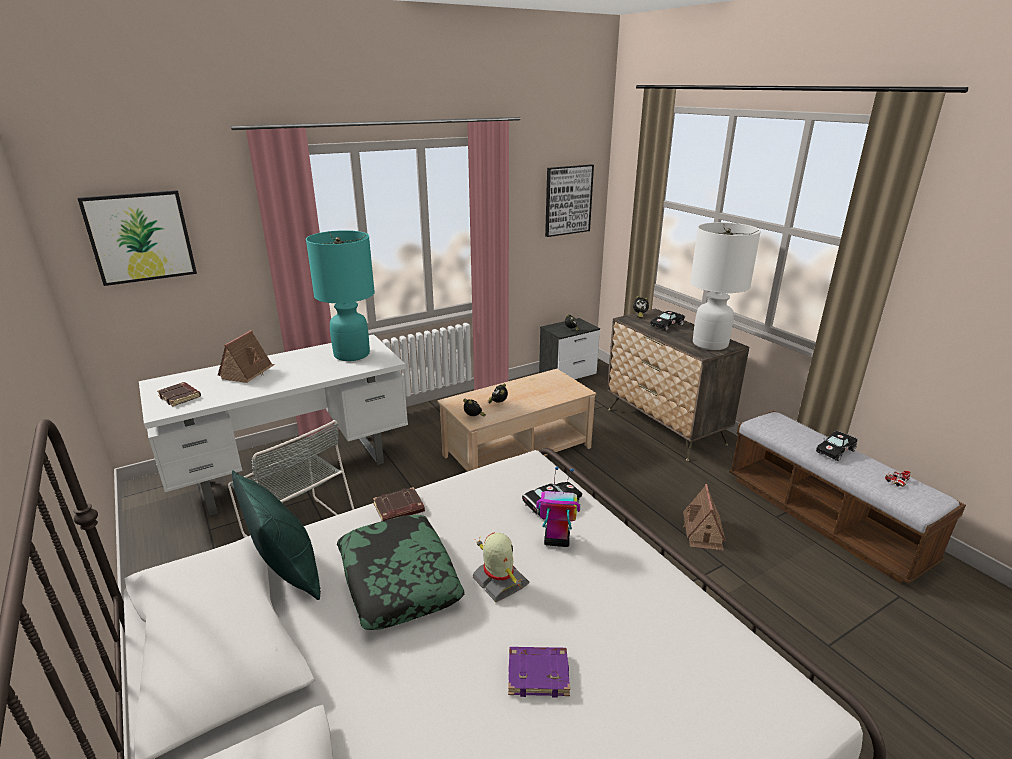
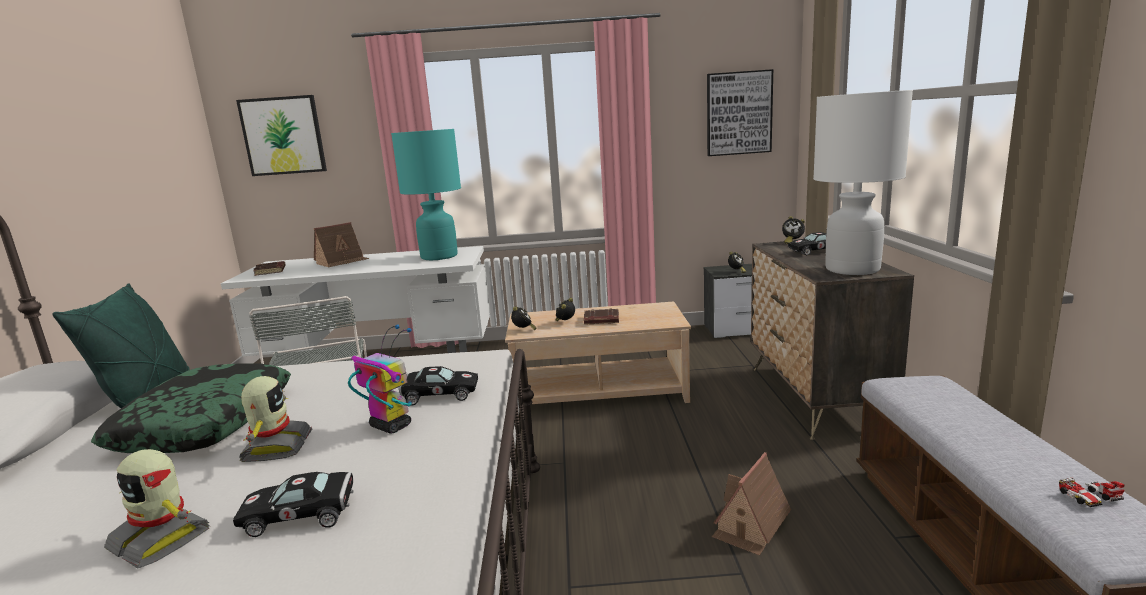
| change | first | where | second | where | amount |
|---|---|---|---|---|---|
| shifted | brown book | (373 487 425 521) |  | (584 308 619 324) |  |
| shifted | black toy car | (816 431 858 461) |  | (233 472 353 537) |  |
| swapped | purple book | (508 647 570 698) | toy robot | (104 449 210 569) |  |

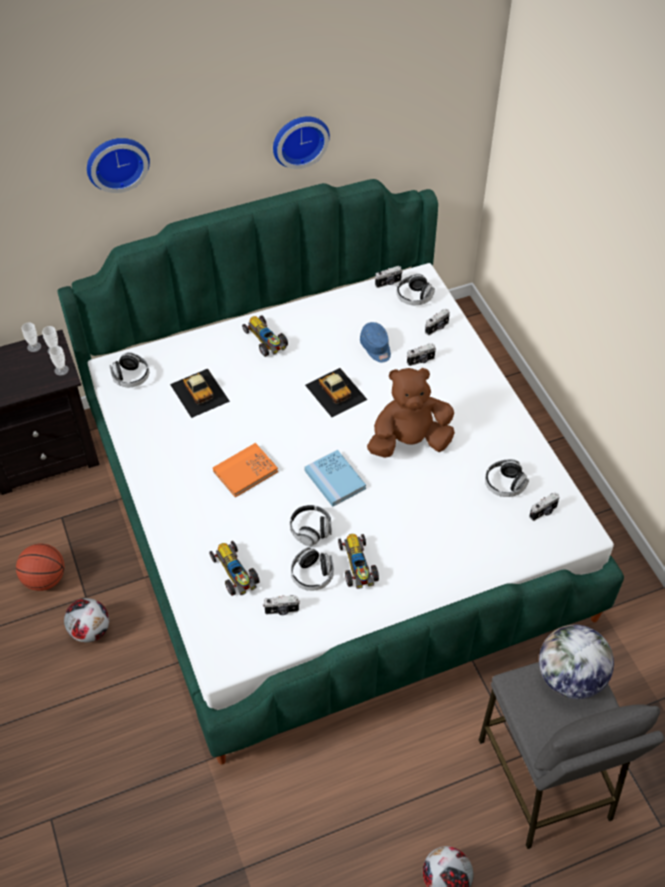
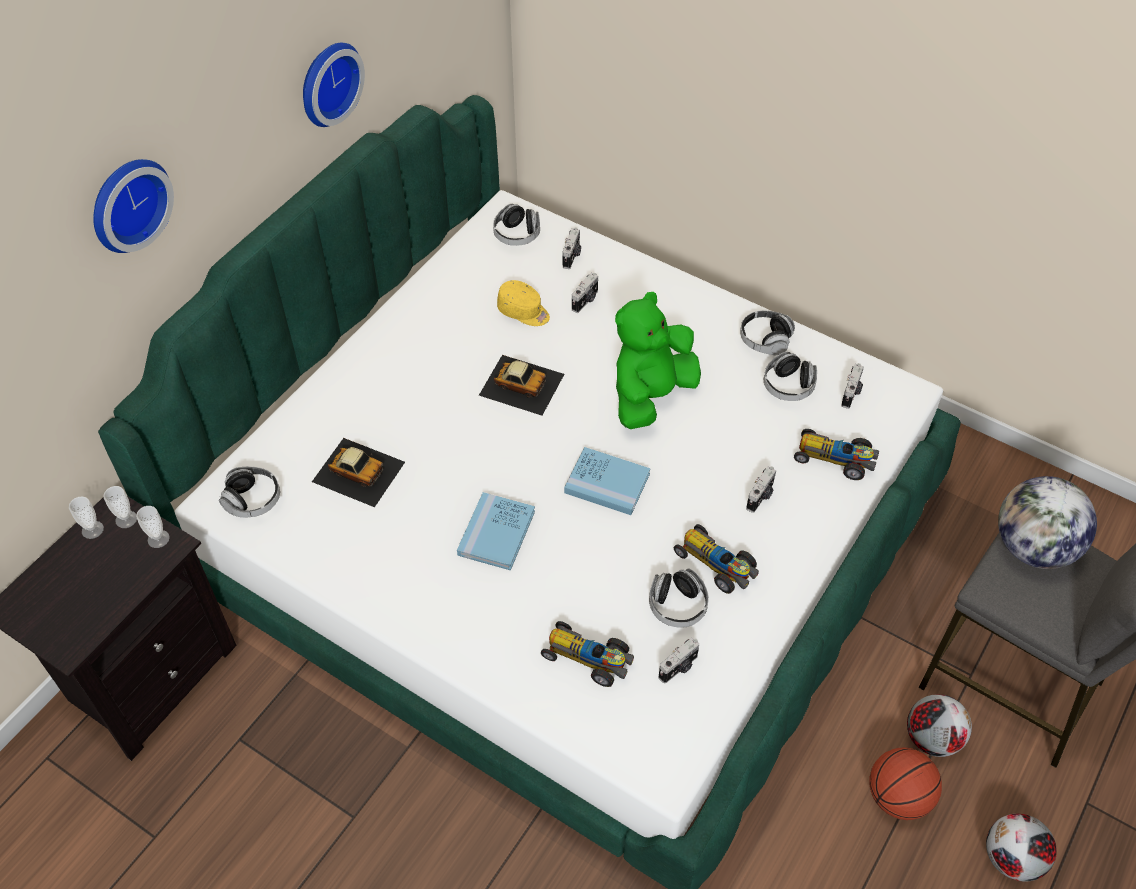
| change | first | where | second | where | amount |
|---|---|---|---|---|---|
| shifted | basketball | (16 544 65 591) |  | (869 748 942 820) |  |
| shifted | football | (64 598 109 643) |  | (907 694 972 757) |  |
| shifted | toy car | (242 315 288 357) |  | (794 429 879 480) |  |
| shifted | headphones | (290 505 331 546) |  | (740 310 795 355) |  |
| shifted | photo camera | (375 266 402 288) |  | (746 466 777 513) |  |
| repainted | orange book | (213 443 278 497) | blue book | (457 492 535 571) |  |
| repainted | blue cap | (360 322 391 362) | yellow cap | (497 280 550 326) |  |
| repainted | brown plush toy | (367 368 455 458) | green plush toy | (615 292 701 429) |  |

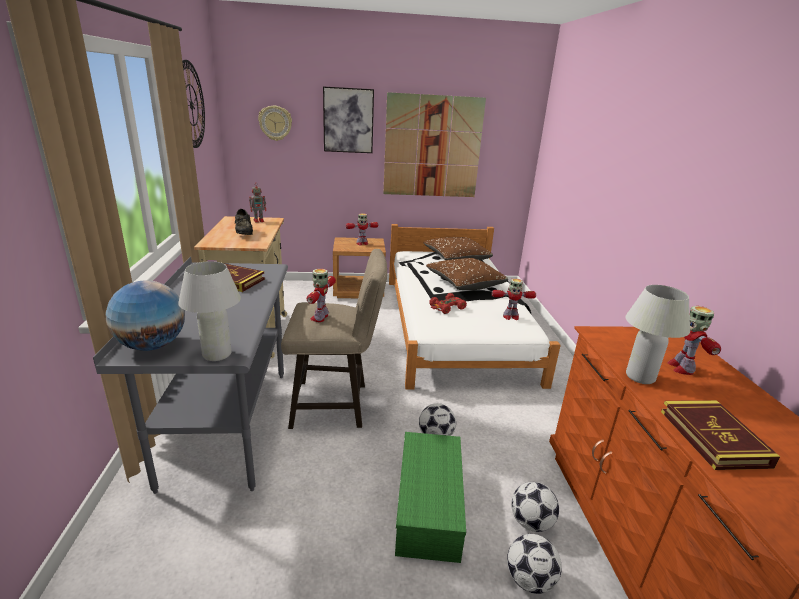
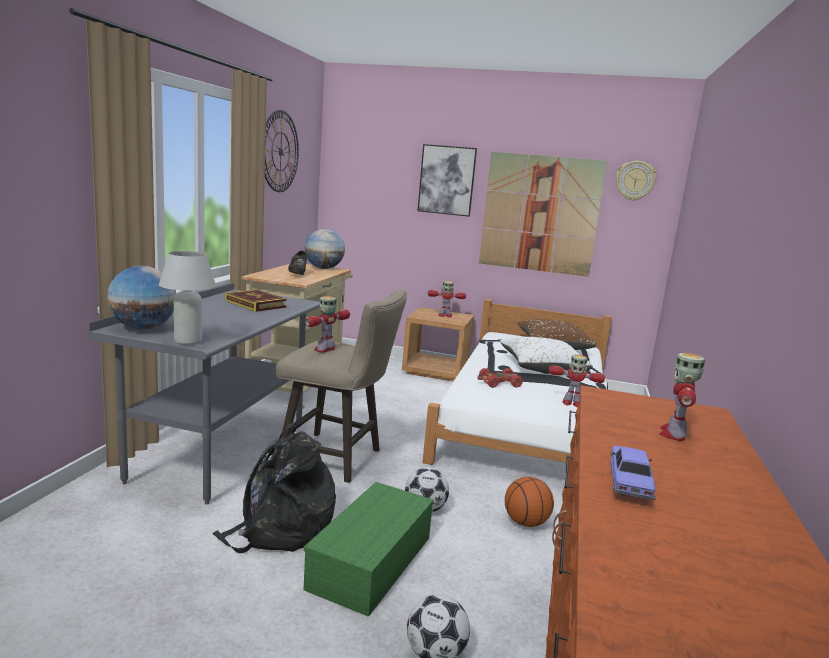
| change | first | where | second | where | amount |
|---|---|---|---|---|---|
| gone | football | (511 482 559 532) |  |  |  |
| gone | white table lamp | (626 285 690 384) |  |  |  |
| new |  |  | black backpack | (212 423 336 553) |  |
| new |  |  | basketball | (505 477 554 527) |  |
| shifted | wall clock | (258 106 292 141) |  | (616 161 657 201) |  |
| swapped | toy robot | (249 185 266 223) | globe | (305 229 345 269) |  |
| swapped | book | (661 400 780 470) | toy car | (610 446 656 500) |  |
| repainted | brown pillow | (426 258 508 290) | white pillow | (500 337 593 374) |  |

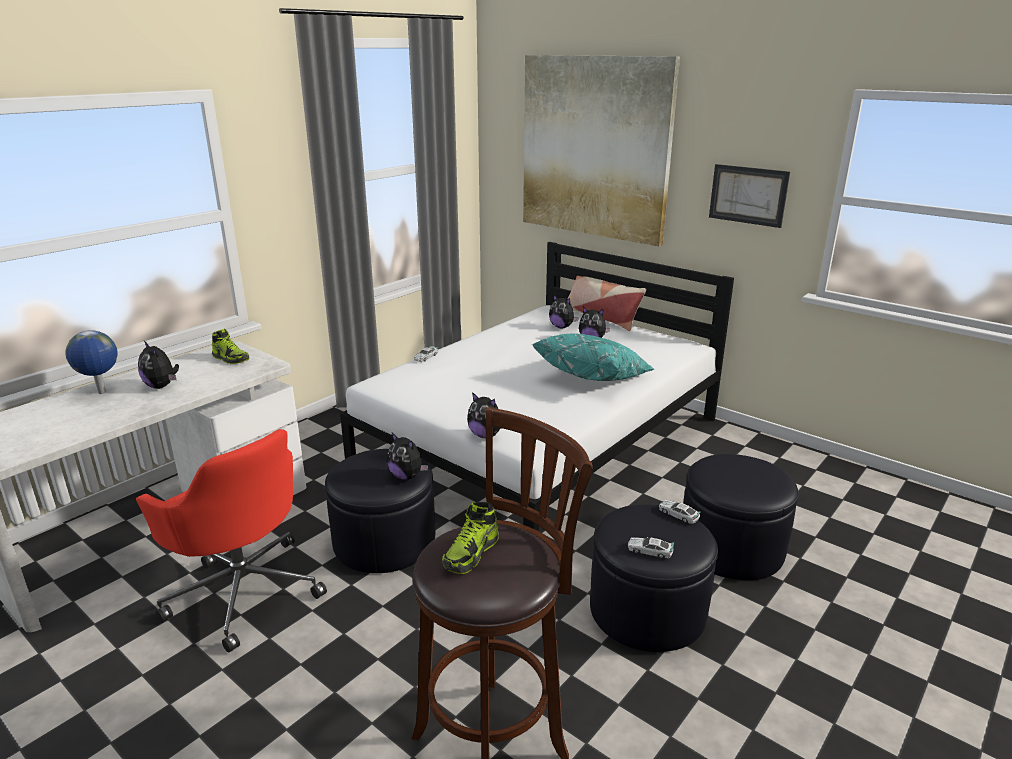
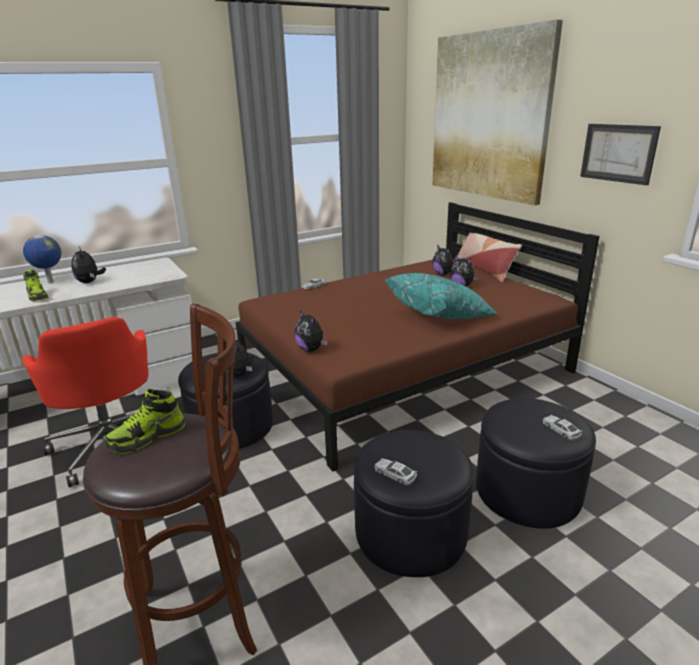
| change | first | where | second | where | amount |
|---|---|---|---|---|---|
| shifted | shoe | (212 328 249 364) |  | (23 270 49 301) |  |
| shifted | toy car | (659 500 701 524) |  | (543 415 583 440) |  |
| repainted | white bed | (340 242 734 531) | brown bed | (235 202 600 472) |  |

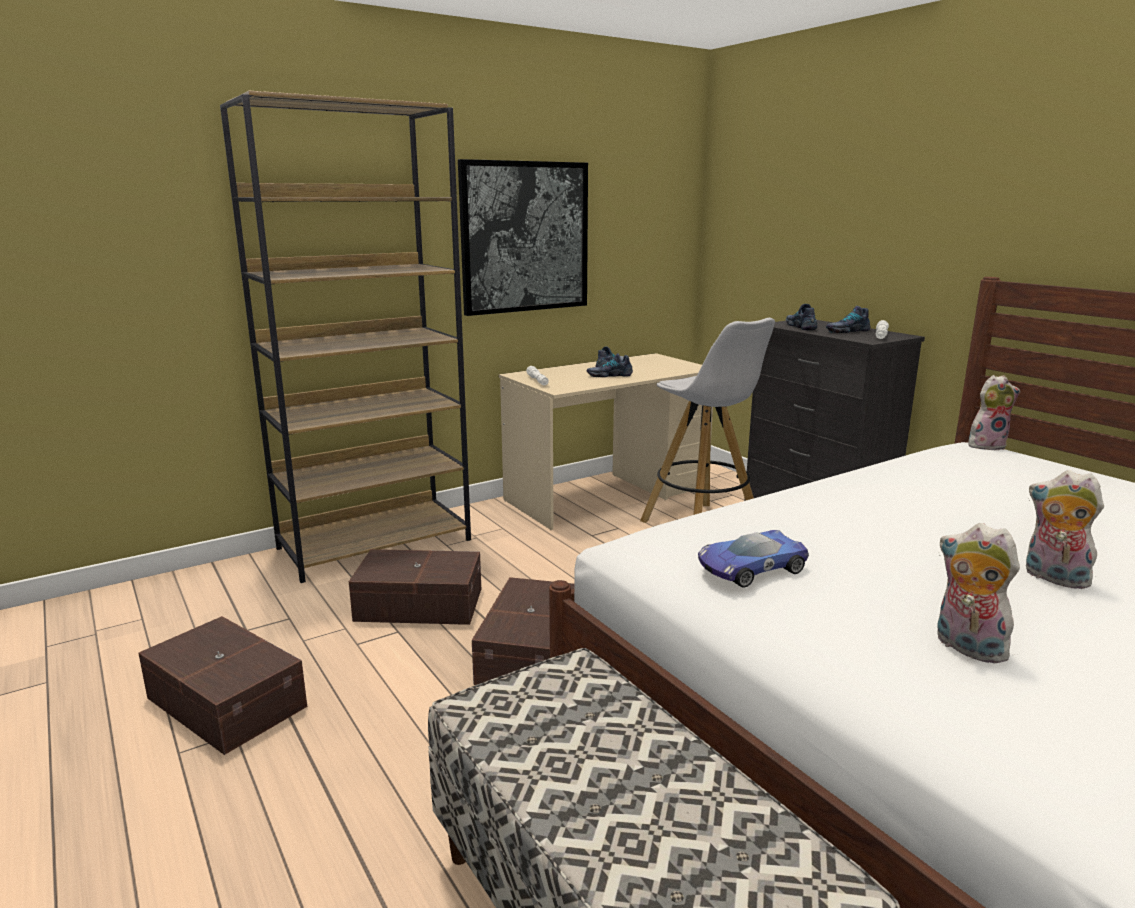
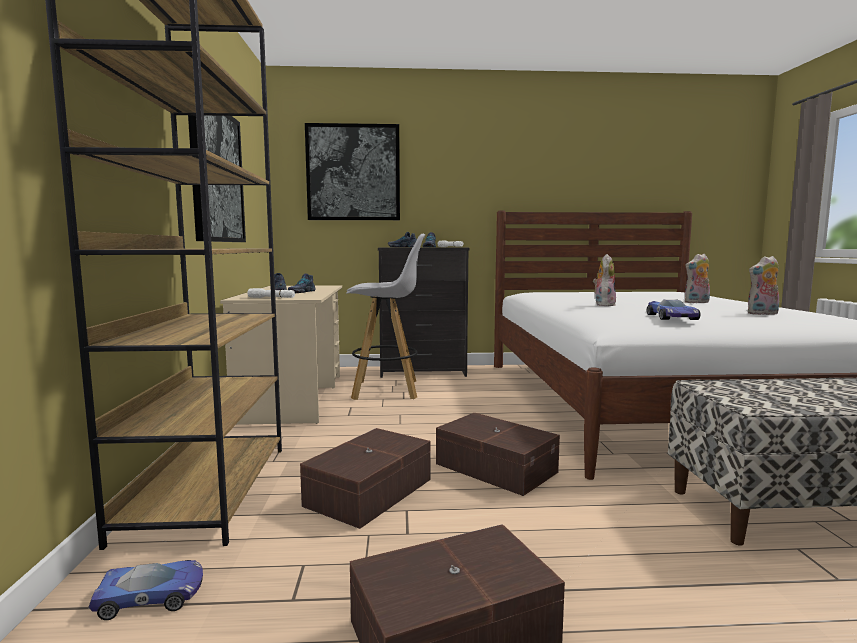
| change | first | where | second | where | amount |
|---|---|---|---|---|---|
| new |  |  | toy car | (89 560 203 620) |  |
| new |  |  | picture | (305 123 400 220) |  |
| shifted | plush toy | (968 375 1020 451) |  | (593 254 616 306) |  |

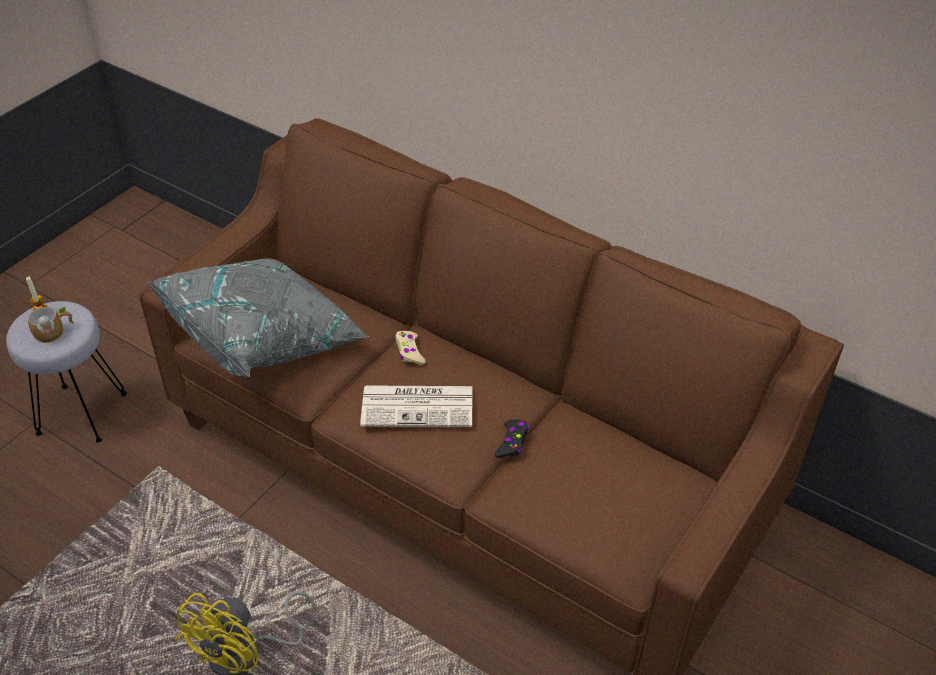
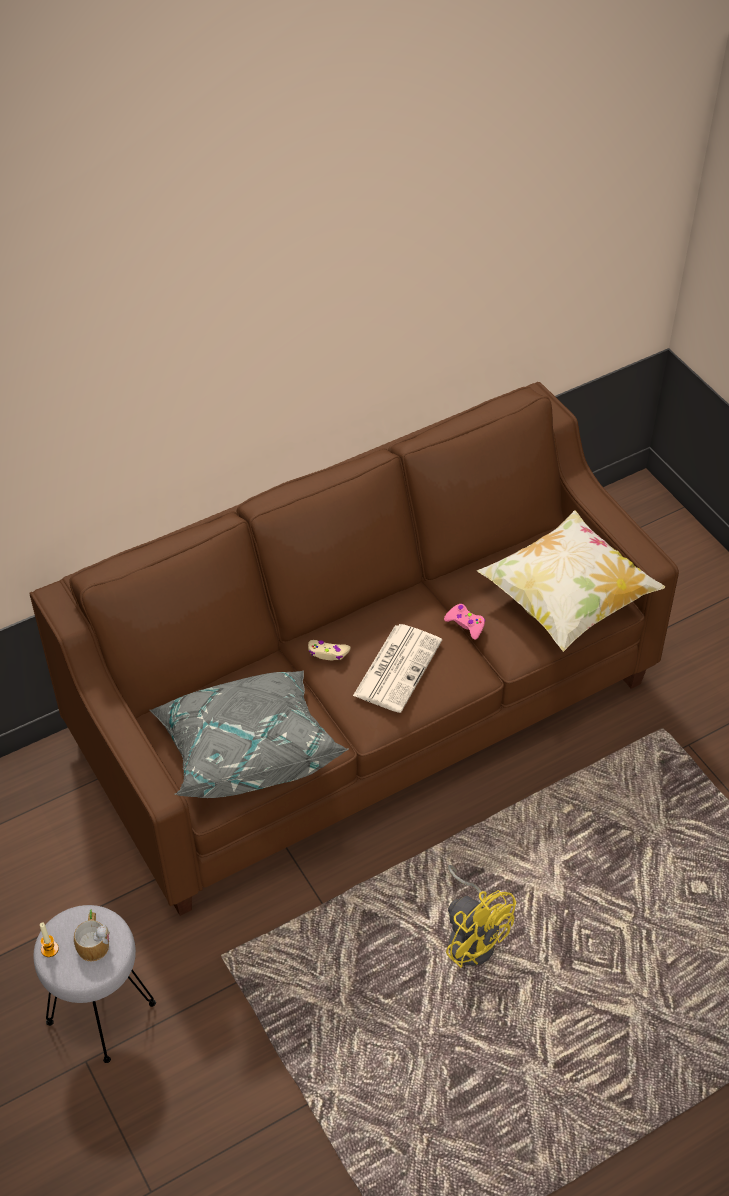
| change | first | where | second | where | amount |
|---|---|---|---|---|---|
| new |  |  | pillow | (477 510 665 652) |  |
| repainted | black game controller | (495 420 529 458) | pink game controller | (444 604 485 640) |  |

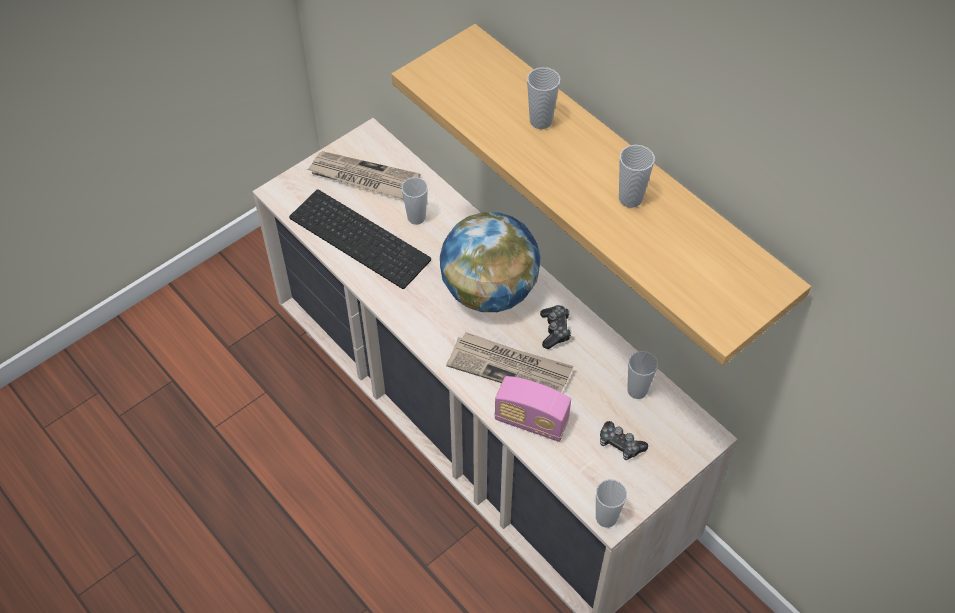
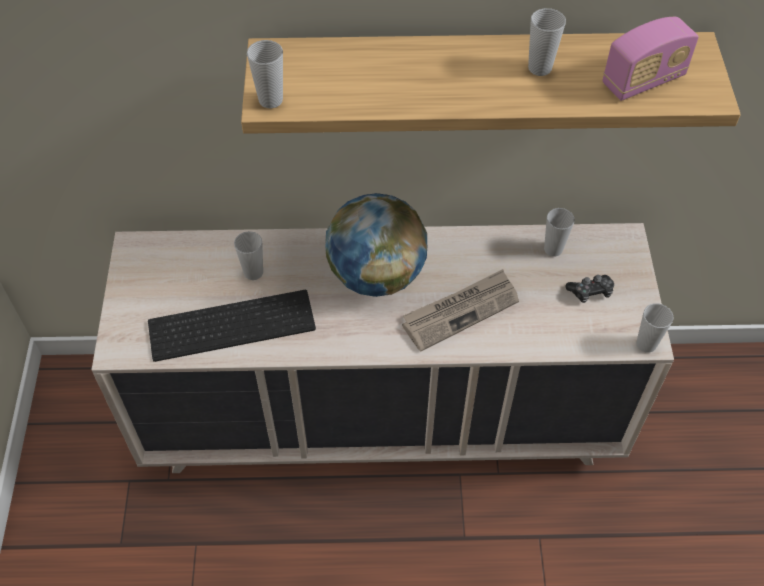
| change | first | where | second | where | amount |
|---|---|---|---|---|---|
| gone | newspaper | (307 151 420 200) |  |  |  |
| gone | game controller | (540 305 571 349) |  |  |  |
| shifted | radio | (494 376 571 442) |  | (603 17 699 101) |  |
| shifted | cup | (527 67 560 129) |  | (247 40 283 108) |  |

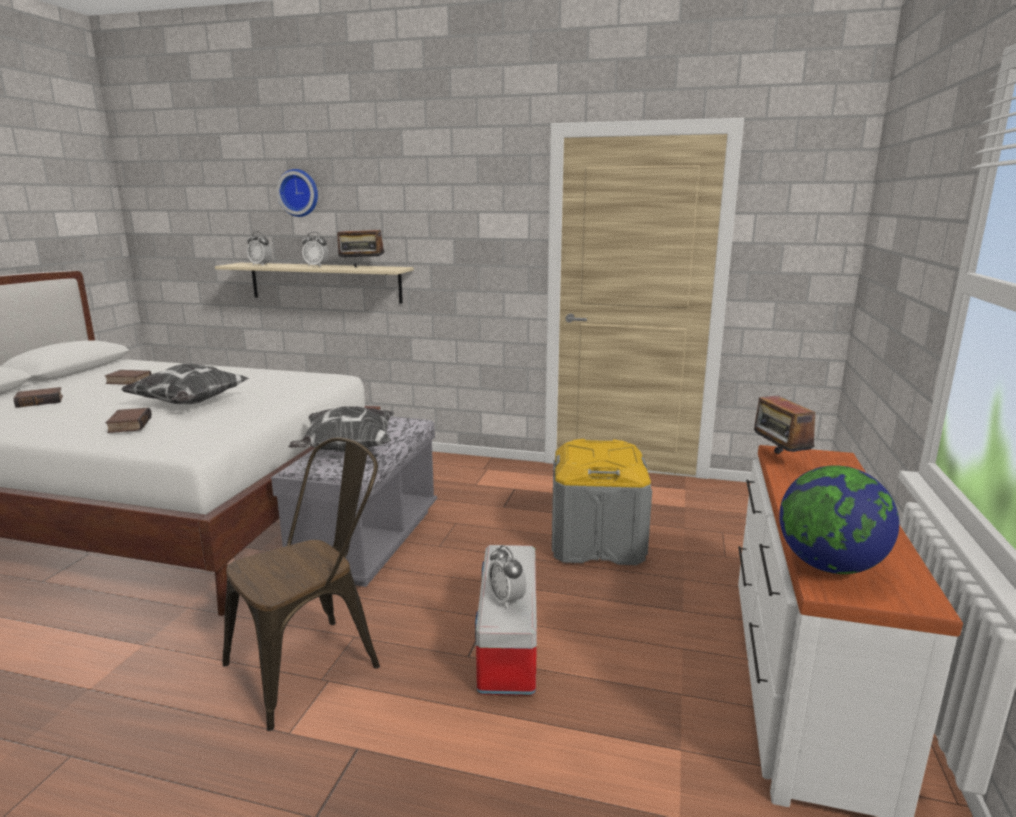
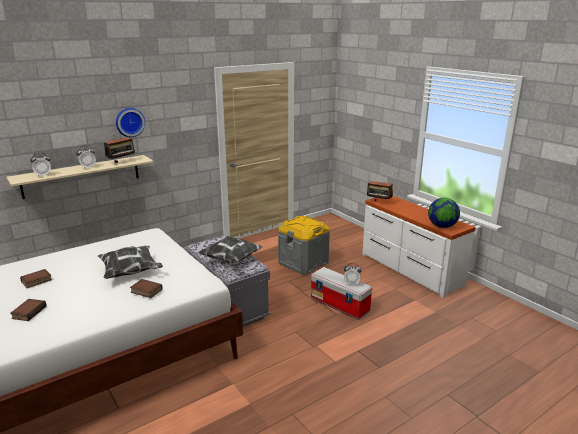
| change | first | where | second | where | amount |
|---|---|---|---|---|---|
| gone | brown chair | (223 437 380 731) |  |  |  |
| shifted | wall clock | (277 169 318 217) |  | (116 108 145 137) |  |

